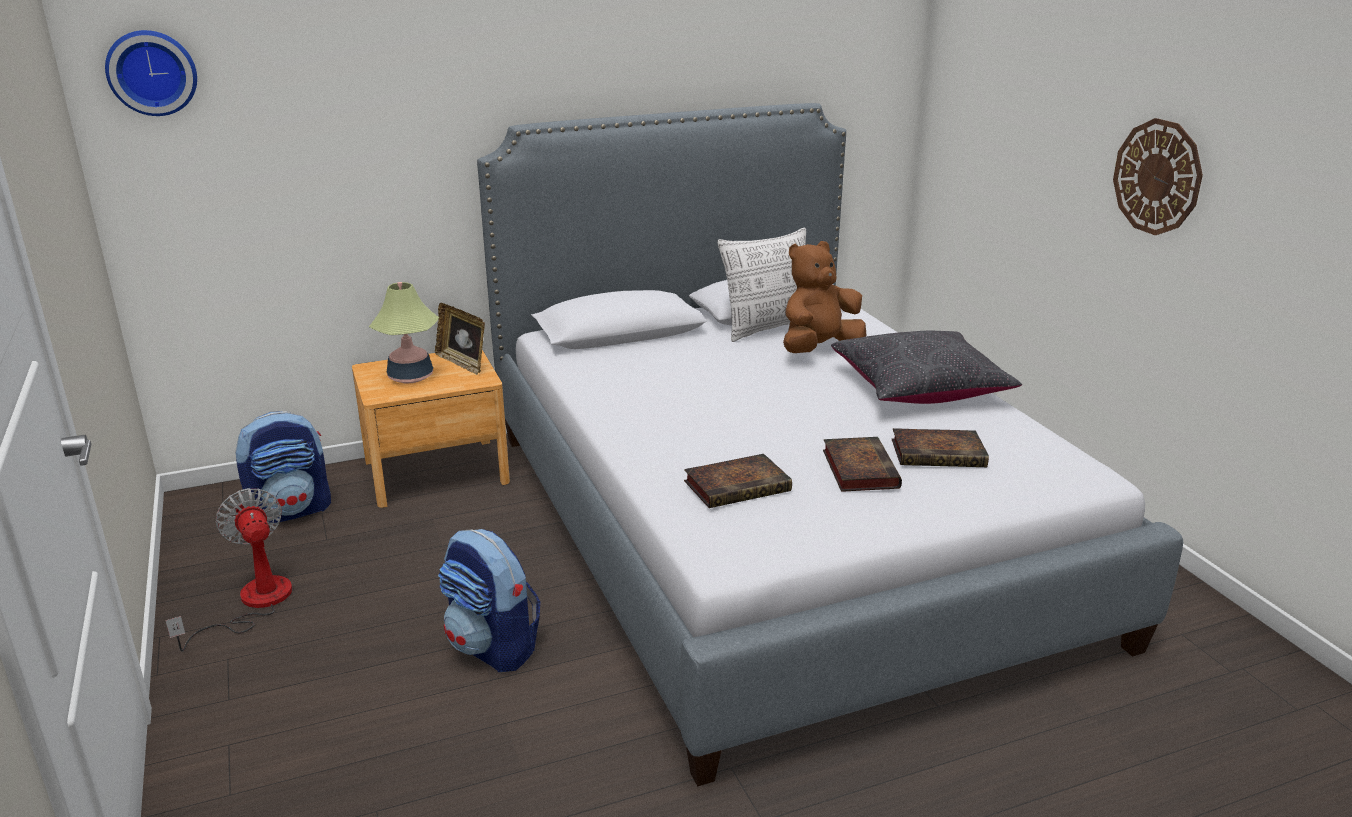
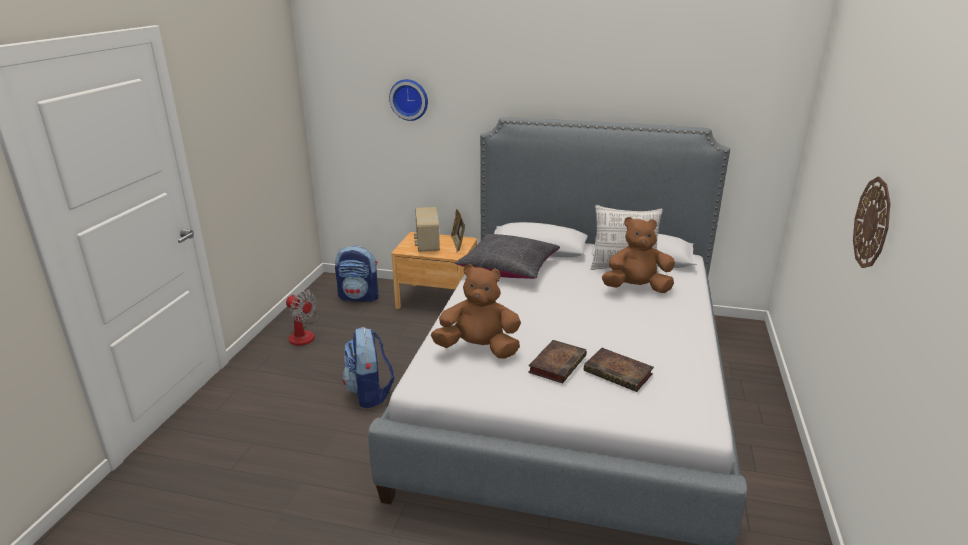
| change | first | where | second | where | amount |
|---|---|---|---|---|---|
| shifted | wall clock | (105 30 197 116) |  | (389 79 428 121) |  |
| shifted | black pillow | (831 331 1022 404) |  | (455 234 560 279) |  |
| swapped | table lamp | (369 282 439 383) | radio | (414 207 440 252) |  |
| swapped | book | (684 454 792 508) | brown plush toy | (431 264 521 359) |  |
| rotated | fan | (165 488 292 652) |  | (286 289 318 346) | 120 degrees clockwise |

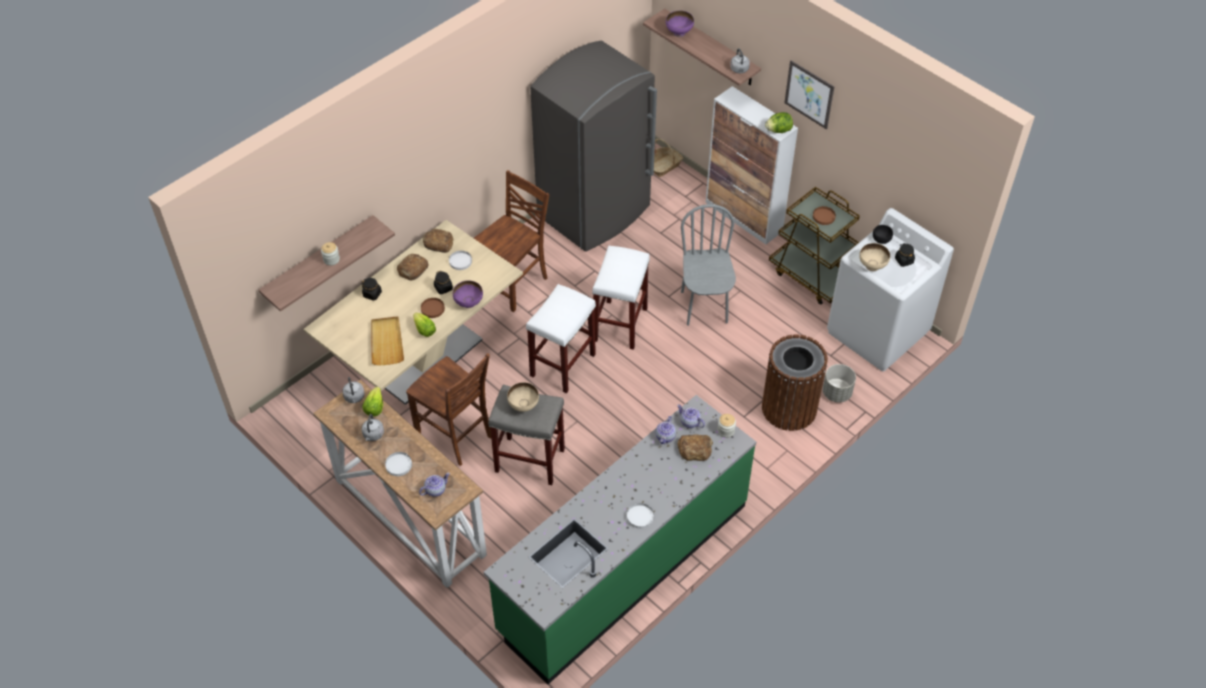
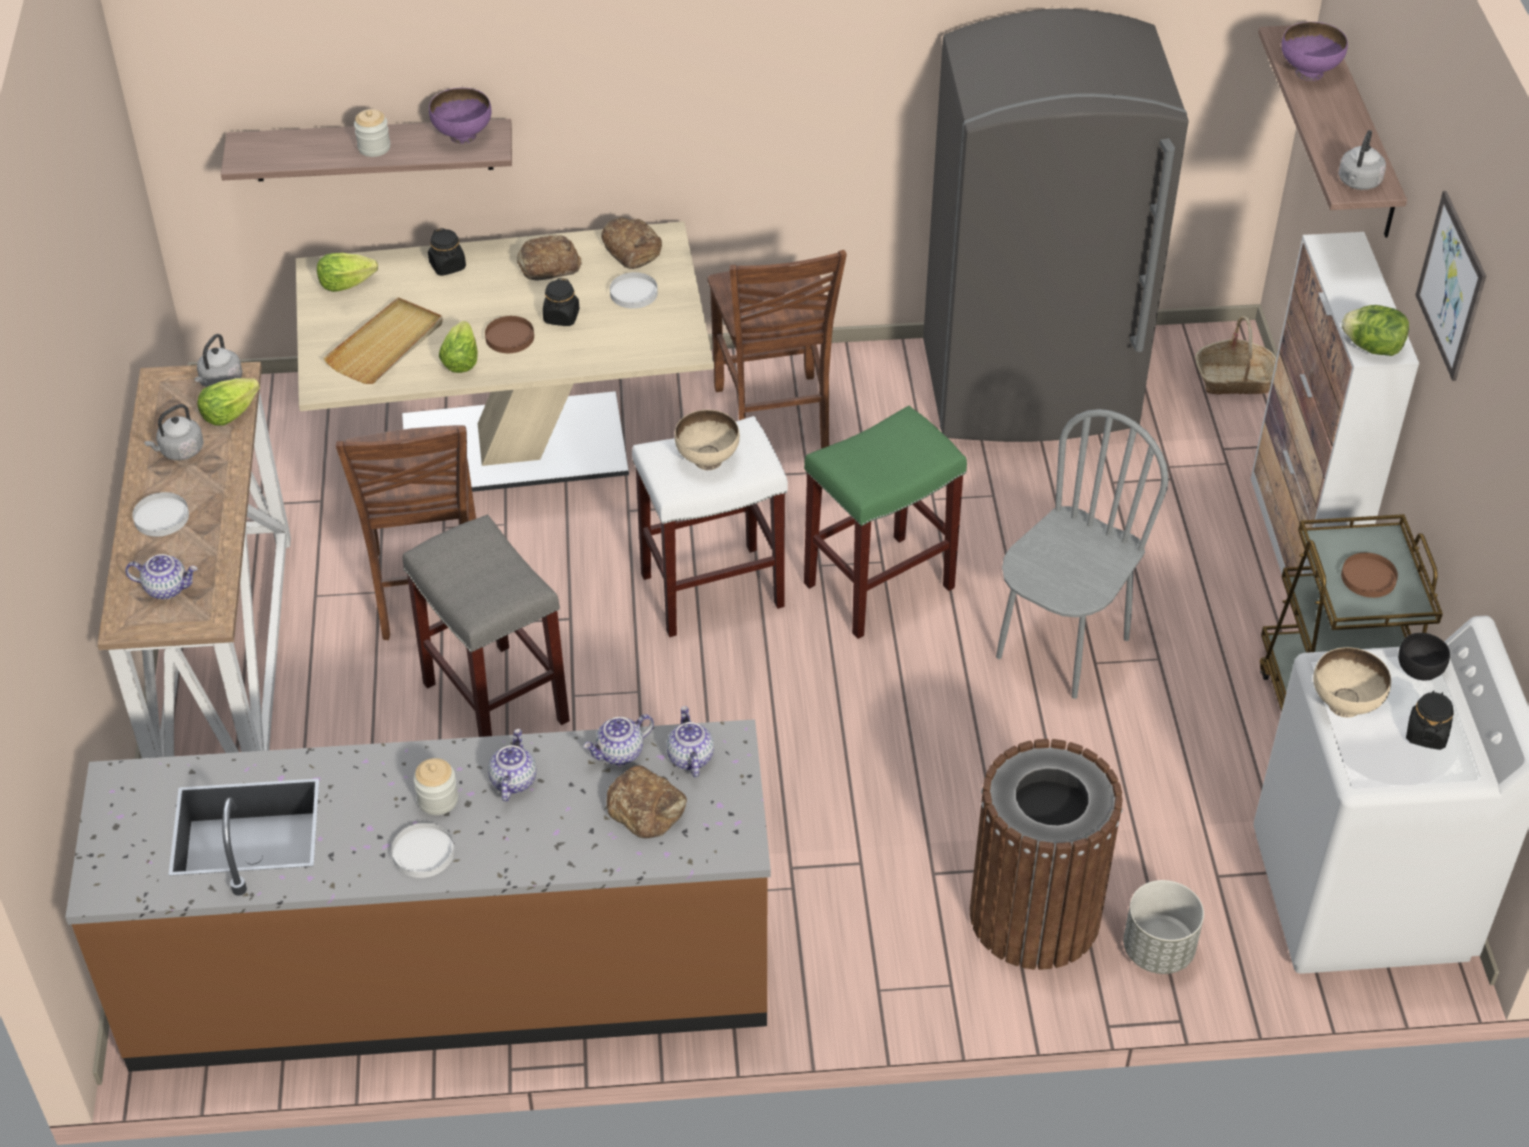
| change | first | where | second | where | amount |
|---|---|---|---|---|---|
| new |  |  | lettuce | (317 253 378 292) |  |
| new |  |  | teapot | (488 729 536 801) |  |
| shifted | purple bowl | (453 280 483 308) |  | (429 88 491 144) |  |
| shifted | beige bowl | (507 382 539 412) |  | (674 410 740 470) |  |
| shifted | jar | (717 414 736 438) |  | (413 758 458 815) |  |
| repainted | green counter | (484 395 756 684) | brown counter | (65 719 771 1072) |  |
| repainted | white stool | (592 246 650 350) | green stool | (804 406 967 639) |  |
| rotated | brown chair | (474 170 549 312) |  | (708 250 847 449) | 90 degrees clockwise |

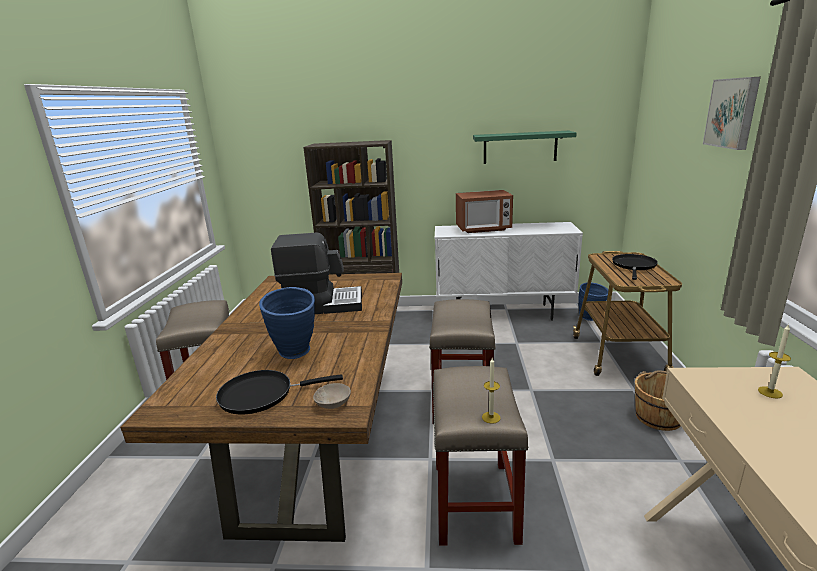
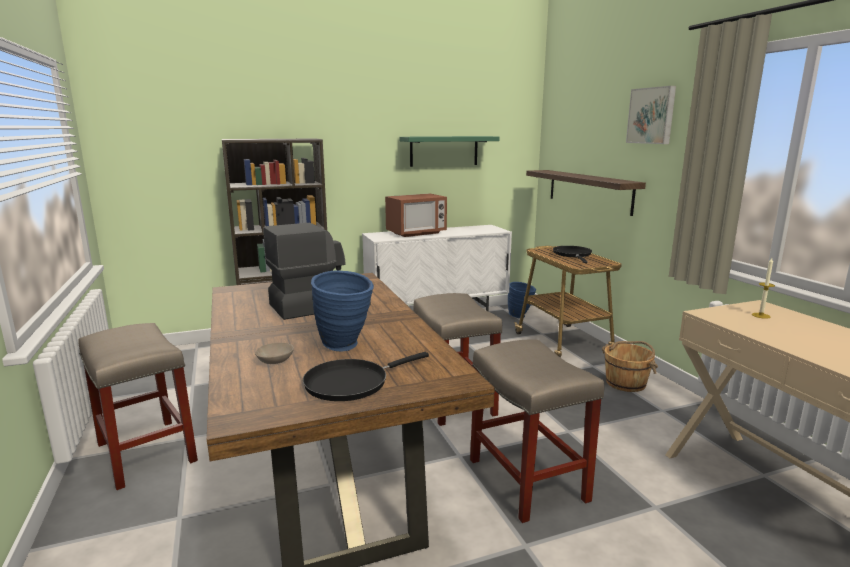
| change | first | where | second | where | amount |
|---|---|---|---|---|---|
| gone | candle | (482 358 501 424) |  |  |  |
| new |  |  | shelf | (526 170 646 216) |  |
| shifted | beige bowl | (313 383 351 409) |  | (255 343 294 364) |  |

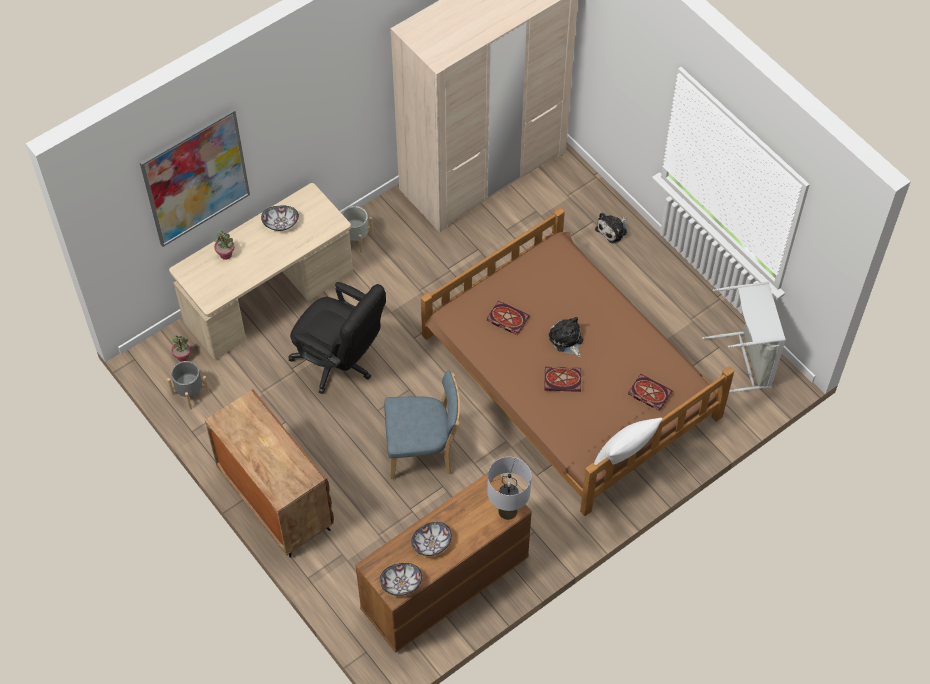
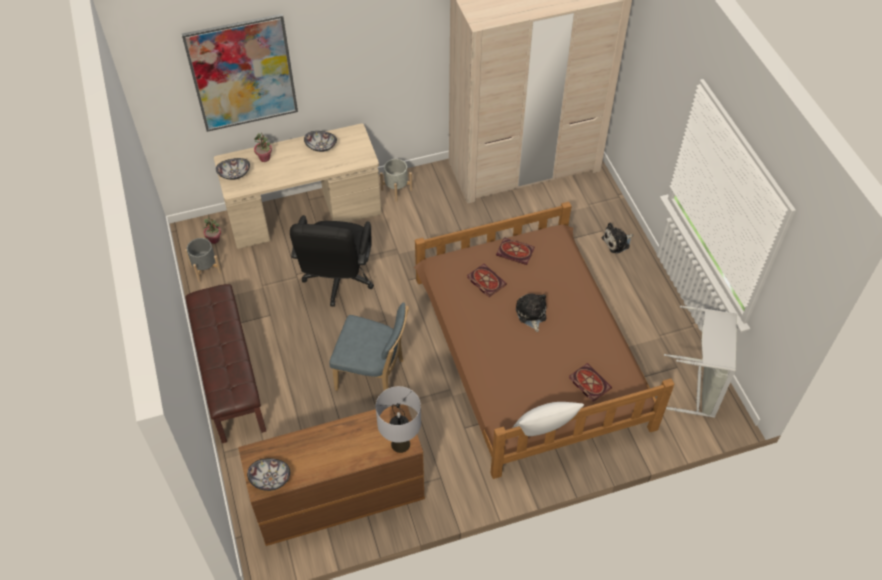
| change | first | where | second | where | amount |
|---|---|---|---|---|---|
| shifted | bowl | (411 522 452 556) |  | (216 158 250 180) |  |
| shifted | book | (544 366 581 392) |  | (496 237 534 265) |  |
| swapped | brown cabinet | (205 389 334 558) | brown bench | (185 284 266 443) |  |
| rotated | black office chair | (289 282 386 394) |  | (290 215 374 307) | 45 degrees clockwise |

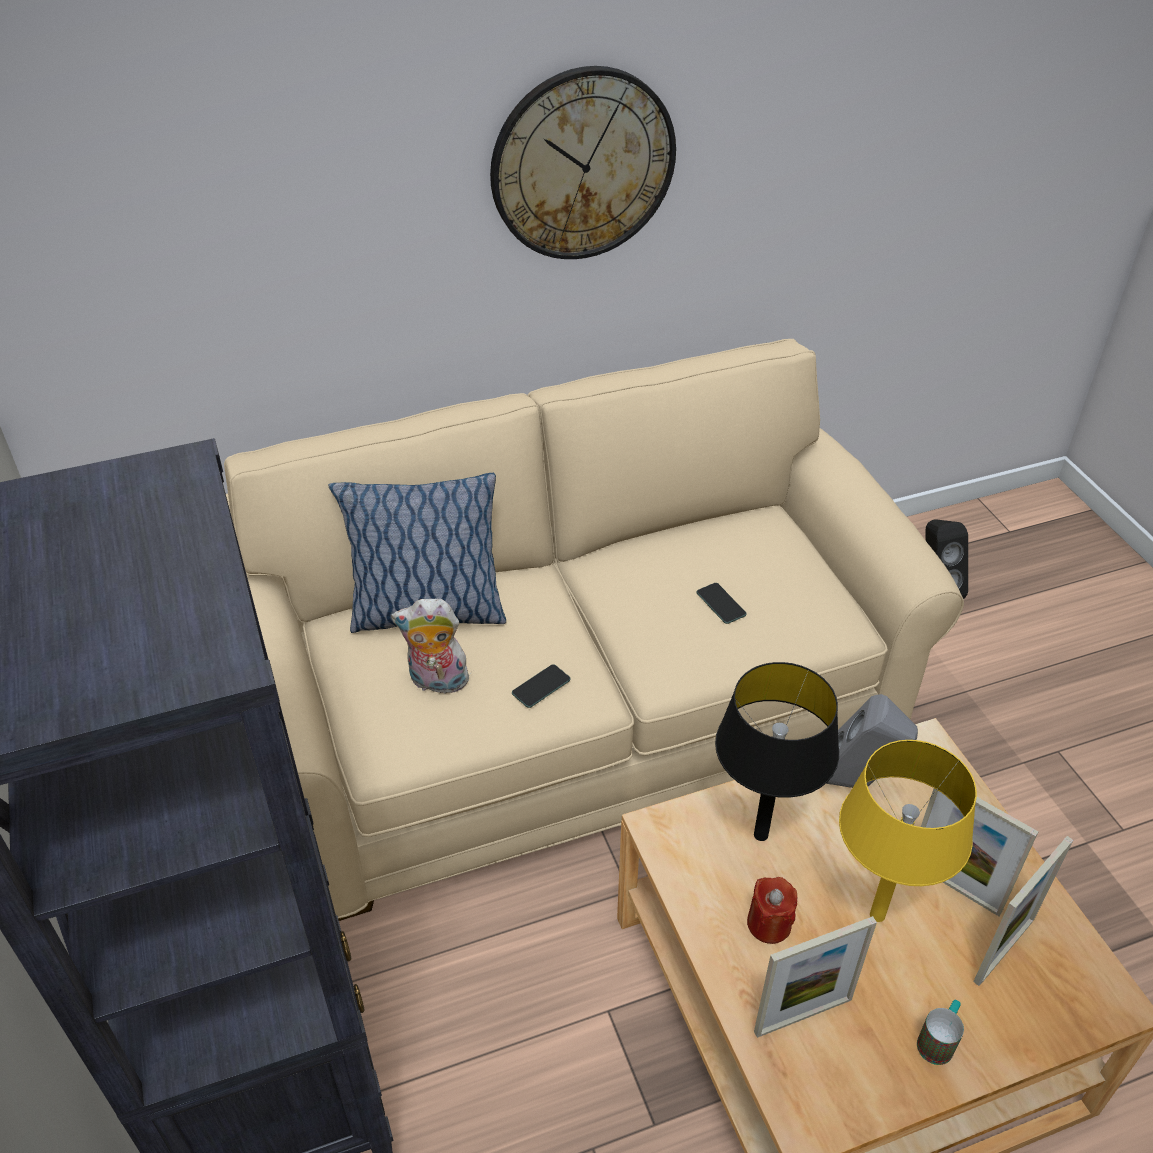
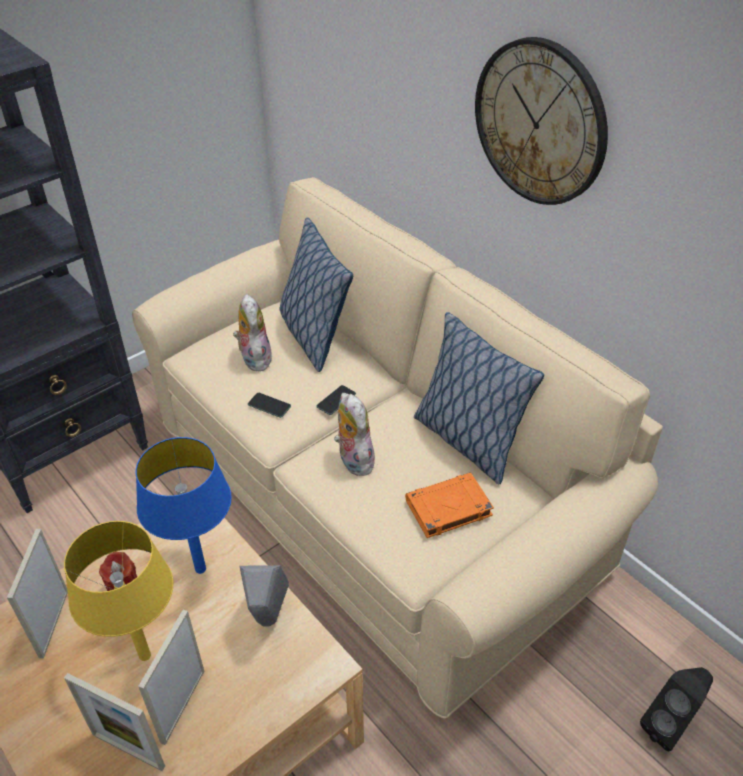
| change | first | where | second | where | amount |
|---|---|---|---|---|---|
| gone | mug | (917 1000 964 1065) |  |  |  |
| new |  |  | plush toy | (334 393 377 476) |  |
| new |  |  | orange book | (405 473 494 538) |  |
| new |  |  | pillow | (414 312 544 484) |  |
| shifted | phone | (697 583 746 624) |  | (316 385 356 415) |  |
| repainted | black table lamp | (715 662 839 841) | blue table lamp | (136 437 232 574) |  |
| rotated | picture frame | (754 916 877 1038) |  | (7 529 68 658) | 45 degrees clockwise |

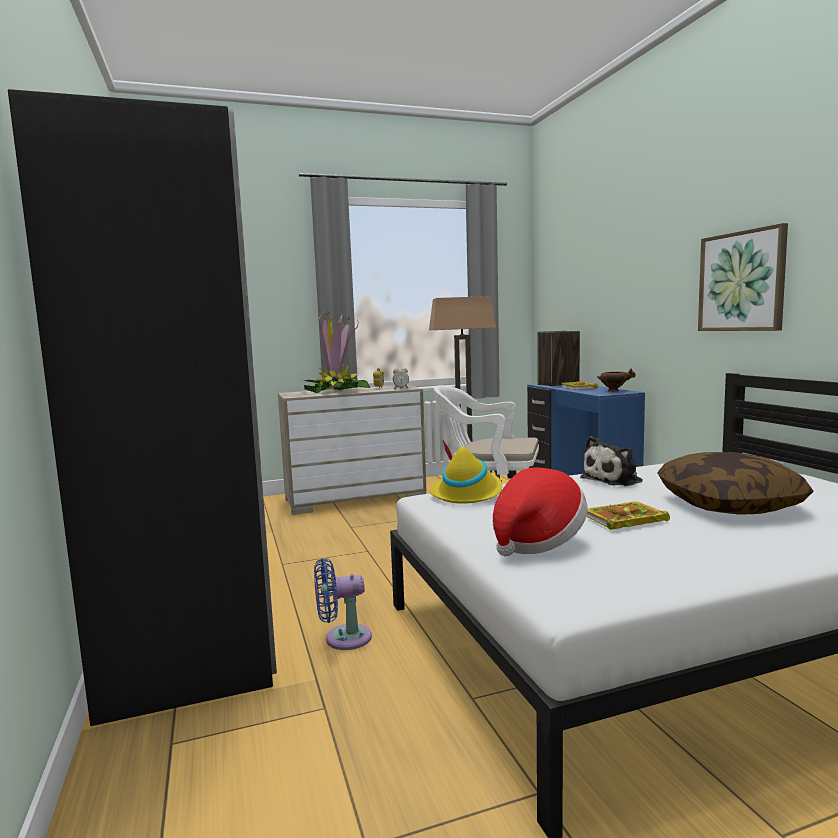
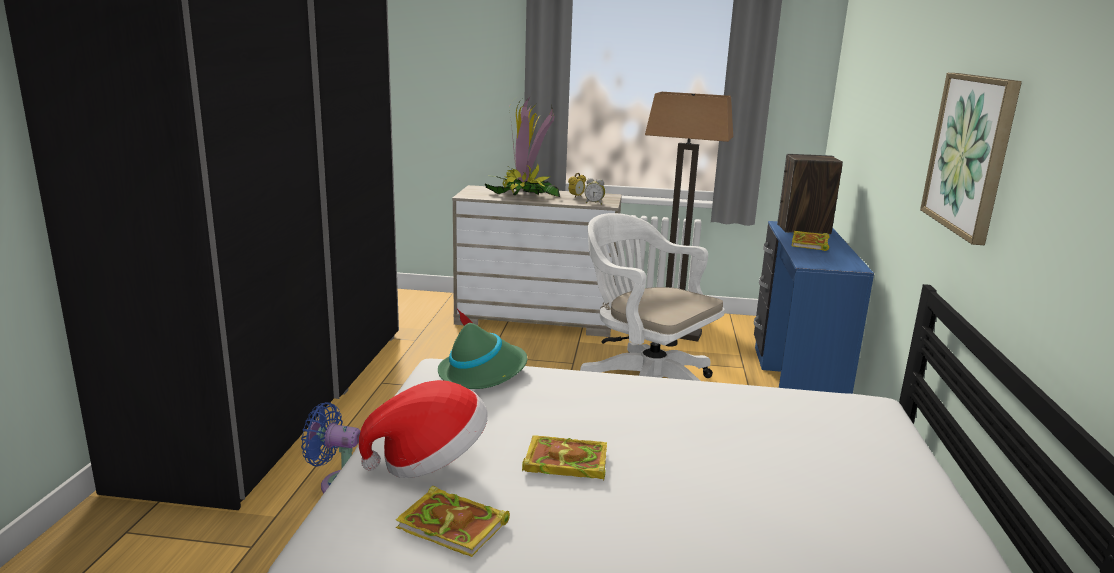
| change | first | where | second | where | amount |
|---|---|---|---|---|---|
| gone | plush toy | (580 436 643 486) |  |  |  |
| gone | bowl | (597 369 636 392) |  |  |  |
| gone | pillow | (657 452 814 515) |  |  |  |
| new |  |  | book | (396 486 510 557) |  |
| repainted | yellow hat | (430 439 502 504) | green hat | (438 309 527 389) |  |

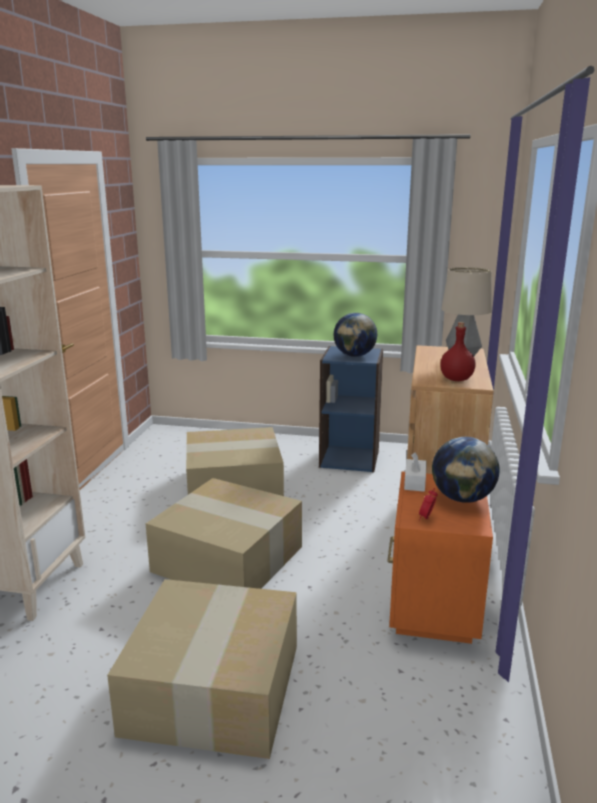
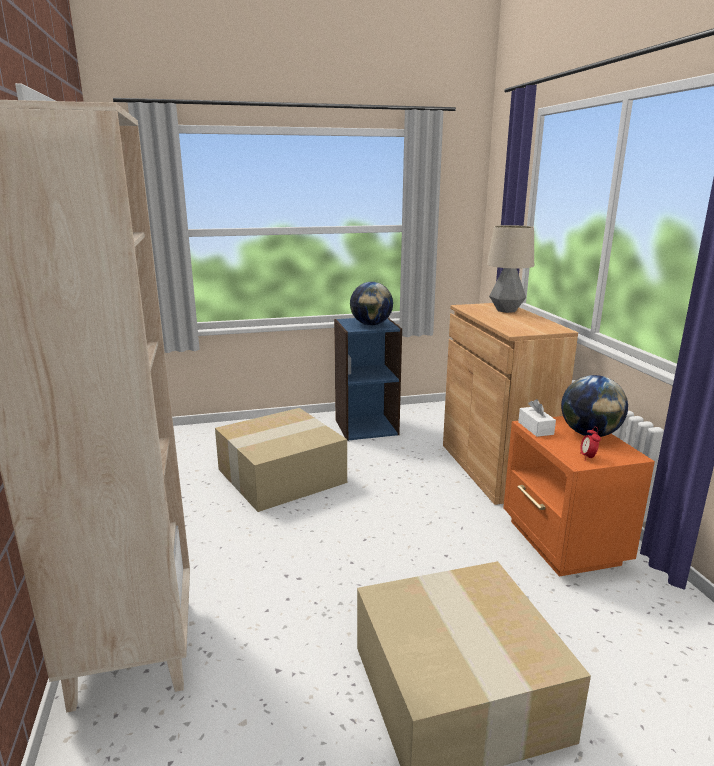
| change | first | where | second | where | amount |
|---|---|---|---|---|---|
| gone | cardboard box | (146 478 302 589) |  |  |  |
| gone | red bottle | (440 322 476 381) |  |  |  |

